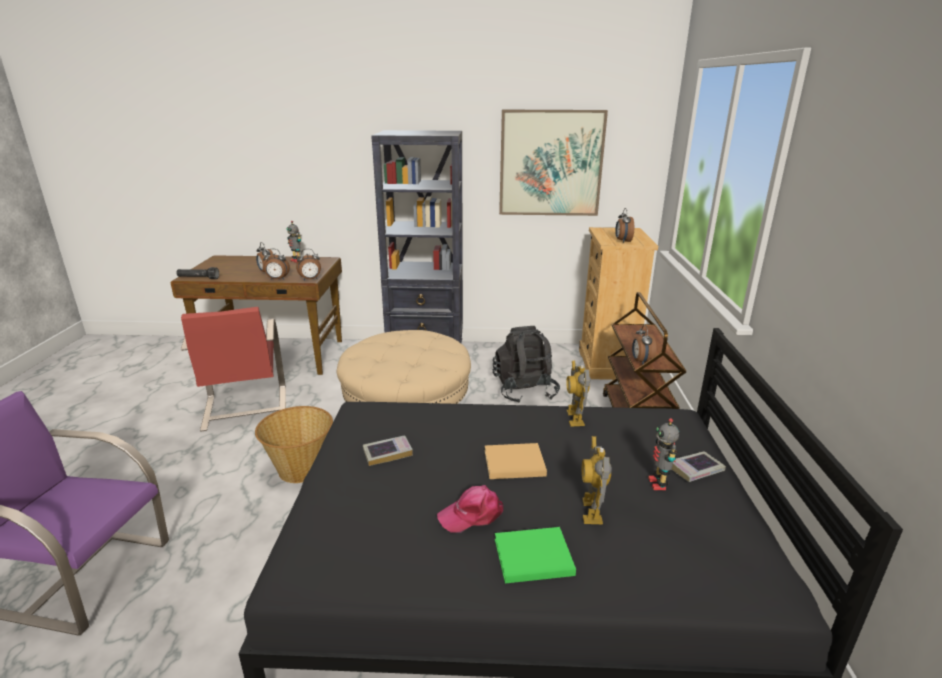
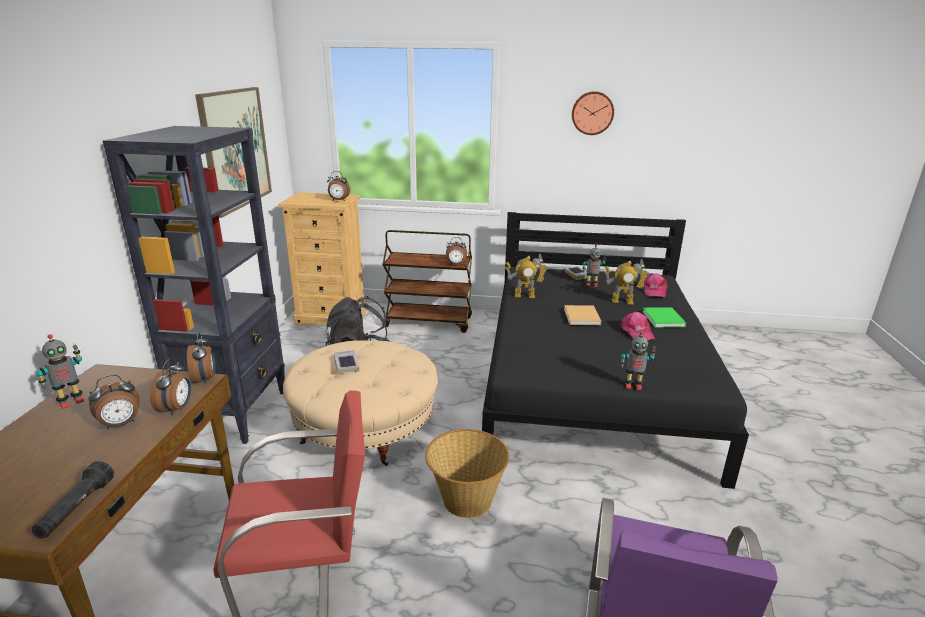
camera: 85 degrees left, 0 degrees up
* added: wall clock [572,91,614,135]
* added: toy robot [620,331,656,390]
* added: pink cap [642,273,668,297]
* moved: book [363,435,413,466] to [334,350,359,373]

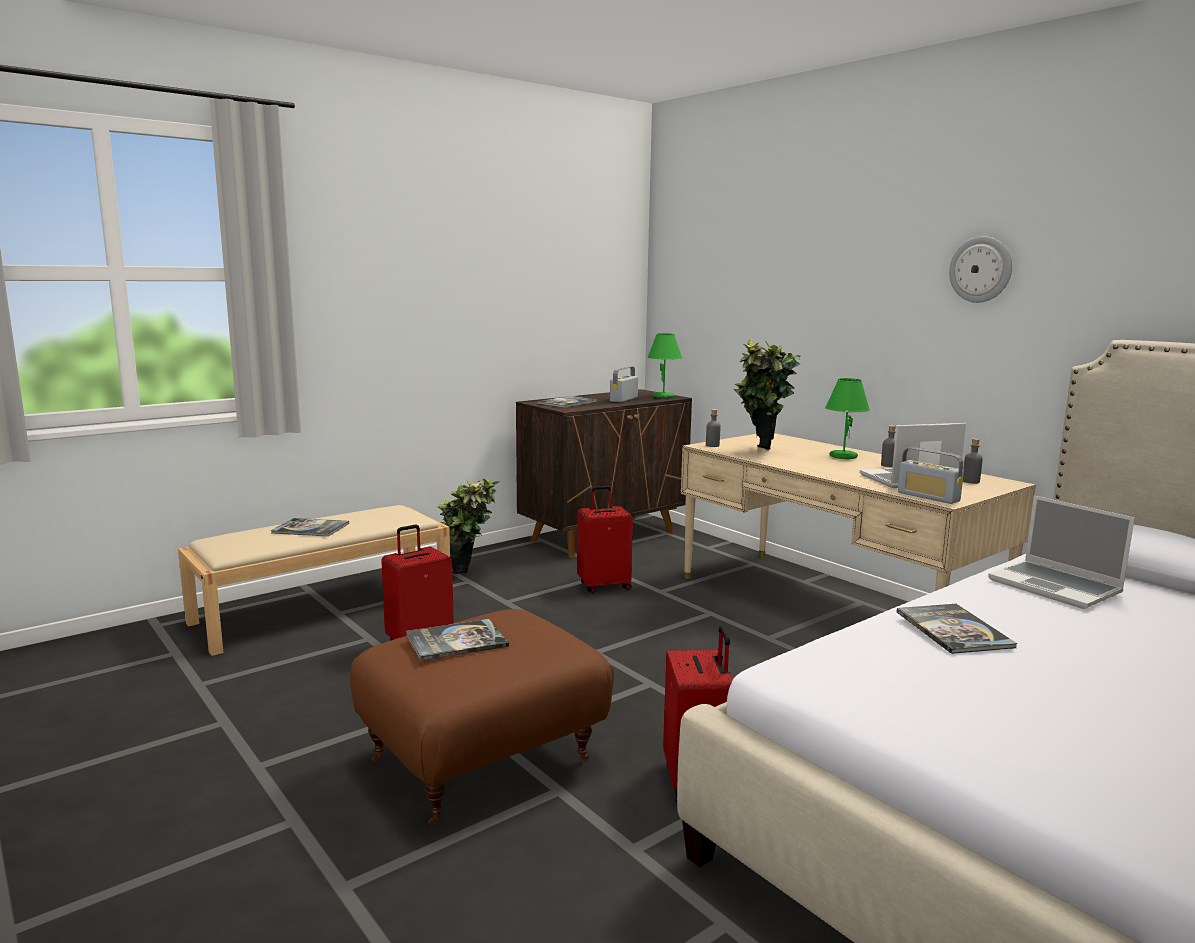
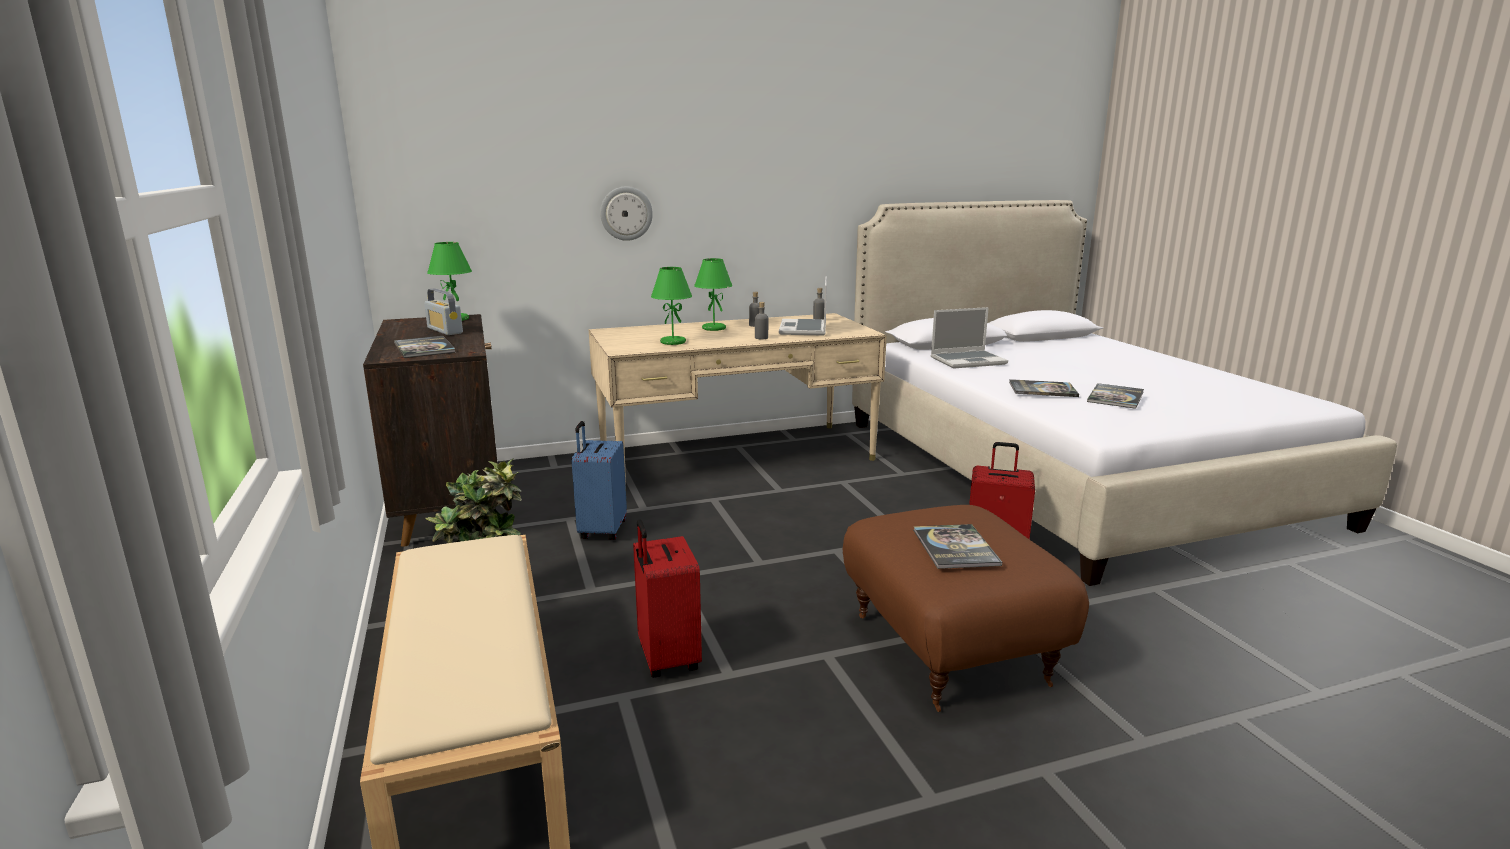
camera: 70 degrees left, 5 degrees up
* removed: radio [898,447,964,504]
* moved: book [271,518,349,537] to [1087,383,1144,409]
* moved: grey bottle [706,409,721,447] to [755,302,768,339]
* moved: wall clock [949,236,1012,303] to [600,186,653,241]
* replaced: potted plant [734,339,800,450] to green table lamp [651,267,692,345]
* recoloured: red suitcase [577,486,633,593] to blue suitcase [572,421,627,540]

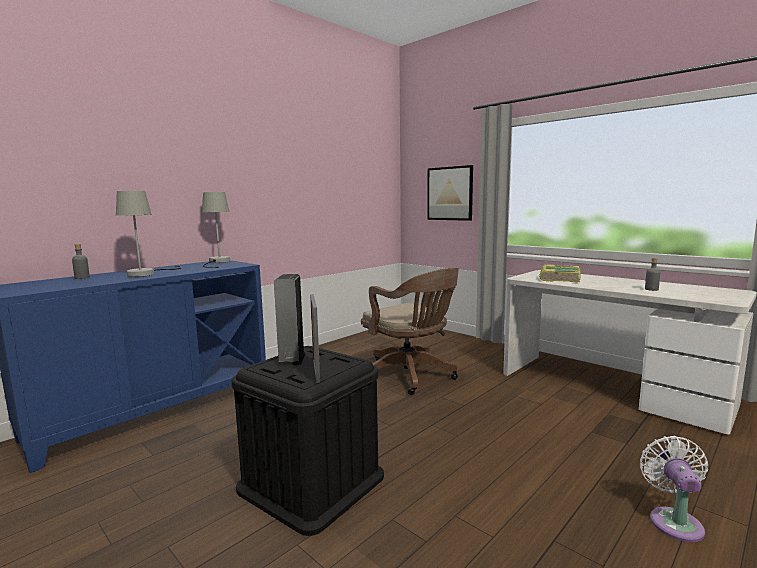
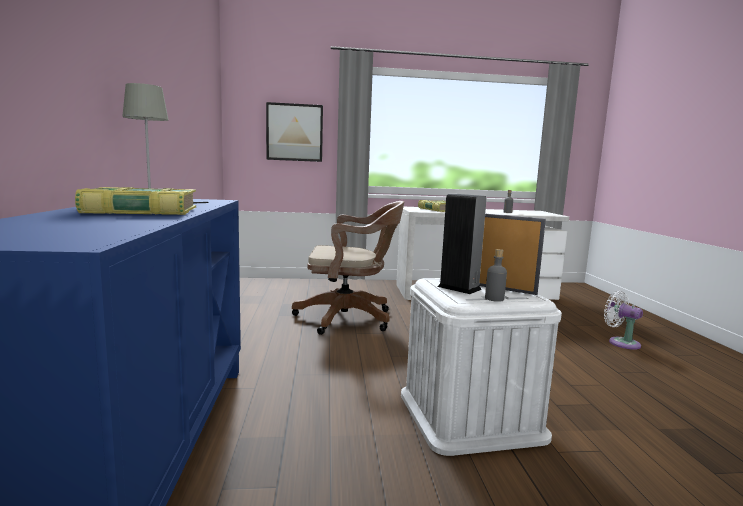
camera: 50 degrees left, 0 degrees up
* moved: grey bottle [72,244,90,279] to [485,249,507,302]
* replaced: grey table lamp [116,191,181,277] to book [75,187,196,215]
* recoloured: black storage box [231,346,384,536] to white storage box [401,278,562,456]

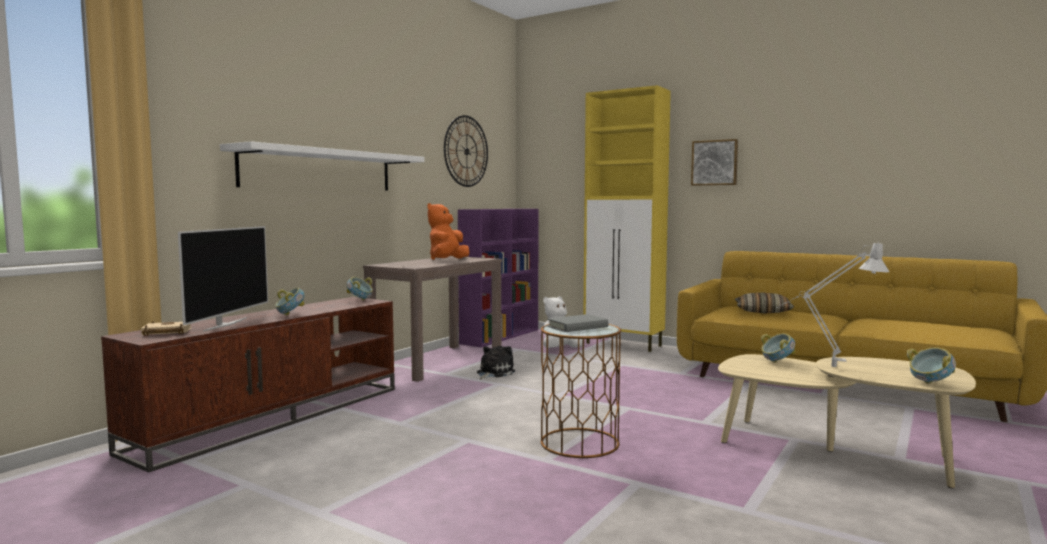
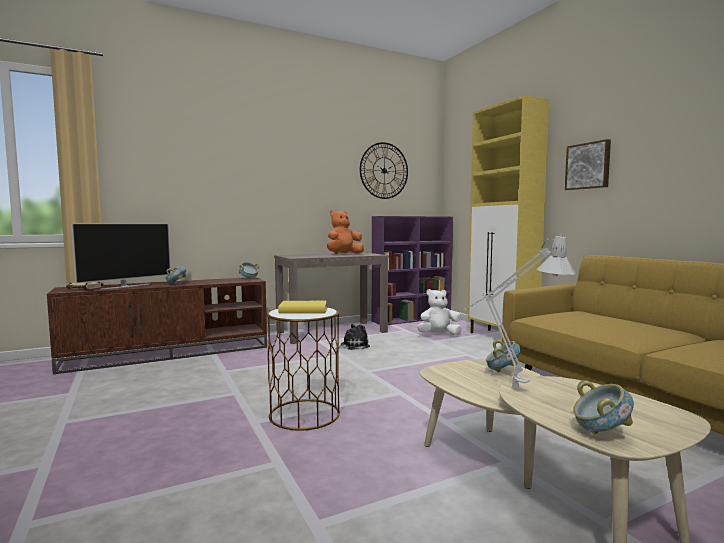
camera: 30 degrees right, 0 degrees up
* removed: white shelf [220,141,425,191]
* removed: pillow [735,293,794,314]
* recoloured: grey book [547,314,609,332] to yellow book [278,301,327,313]

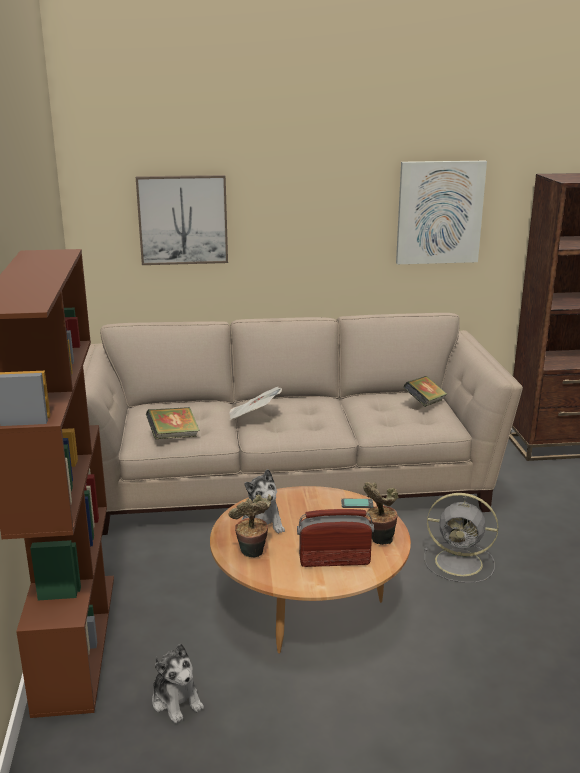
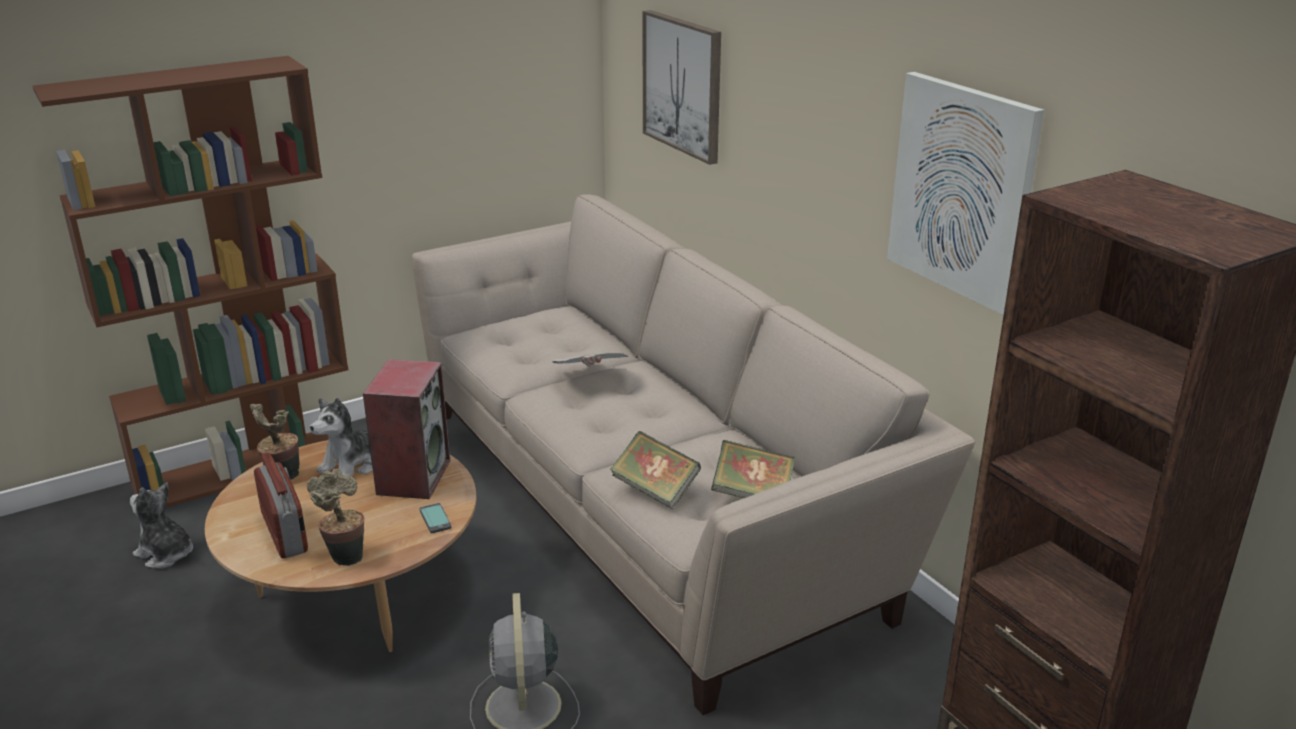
camera: 65 degrees right, 5 degrees up
* added: speaker [363,359,450,499]
* moved: book [146,407,200,439] to [610,431,701,510]
* turned: plush toy [152,644,204,723] = [130,482,193,569] 90 degrees clockwise

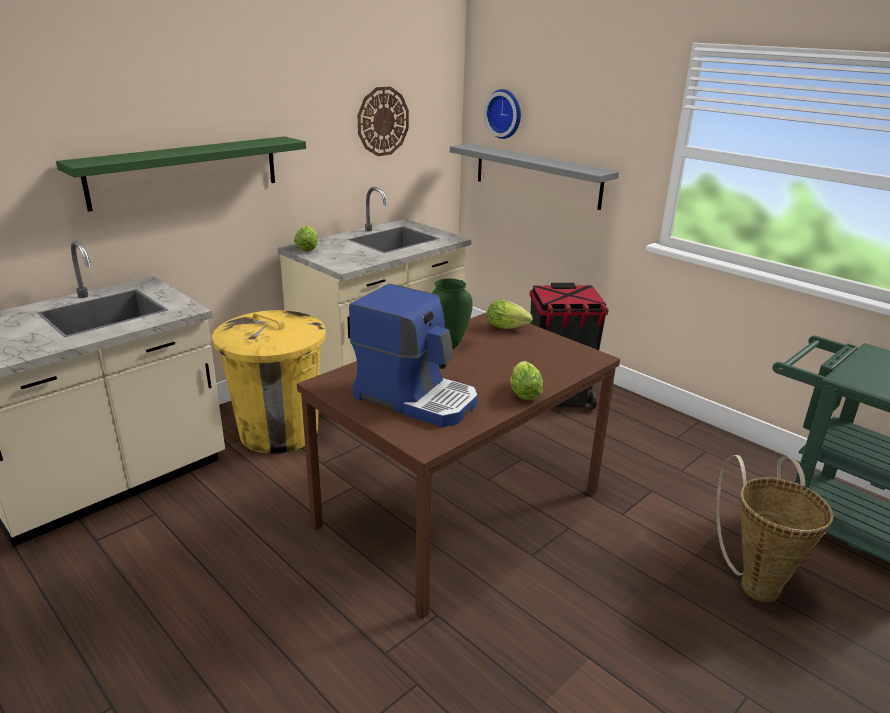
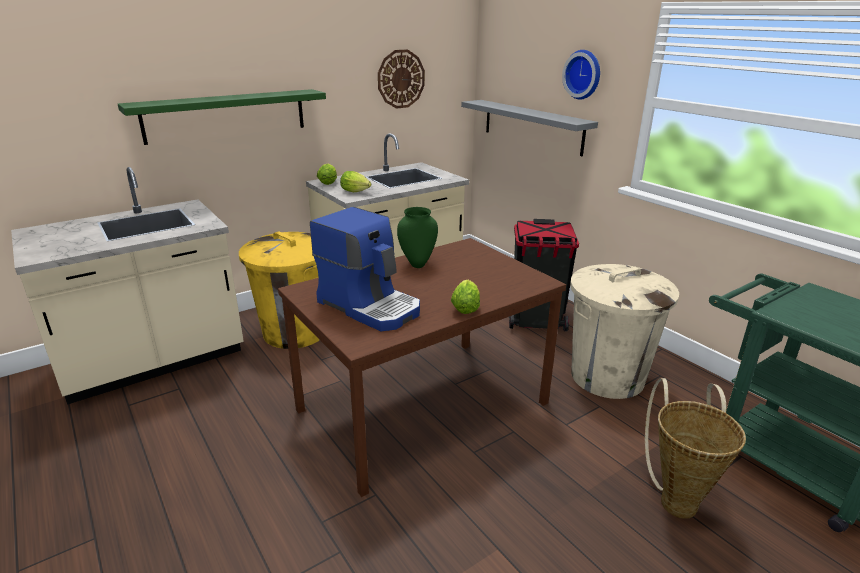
camera: 10 degrees right, 0 degrees up
* added: beige trash can [570,264,679,399]
* moved: wall clock [484,89,521,139] to [562,50,600,100]
* moved: lettuce [487,300,532,329] to [340,171,371,192]

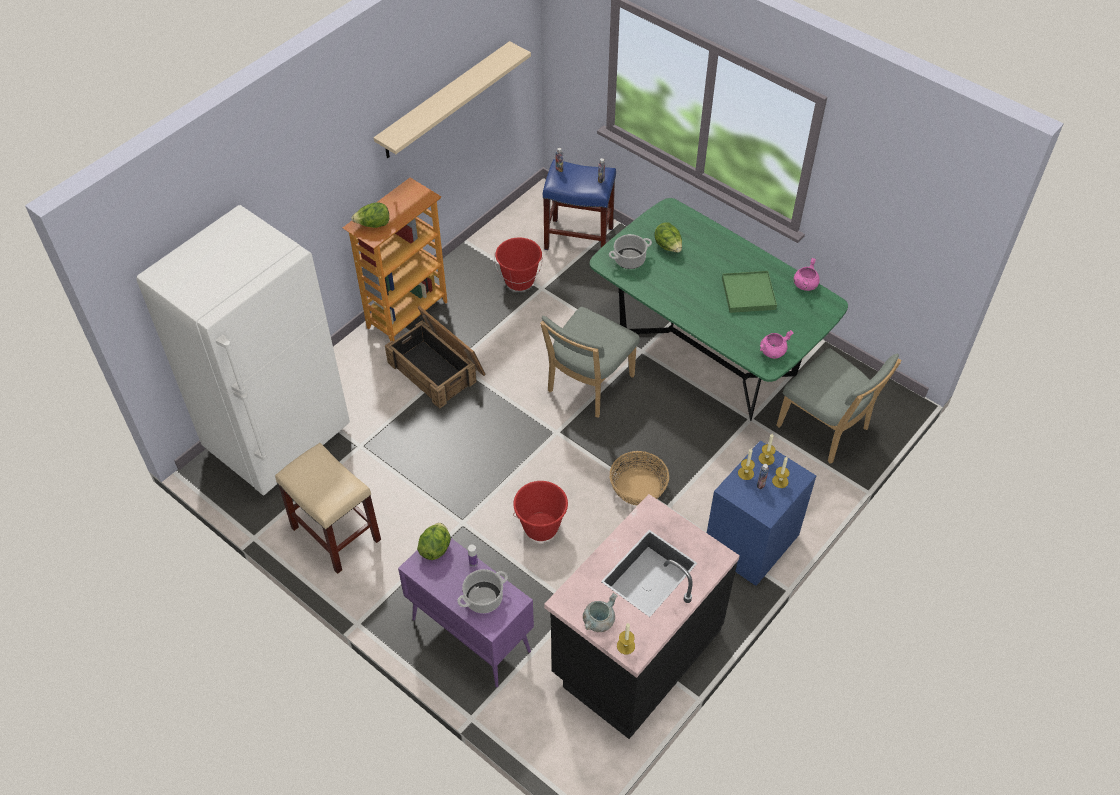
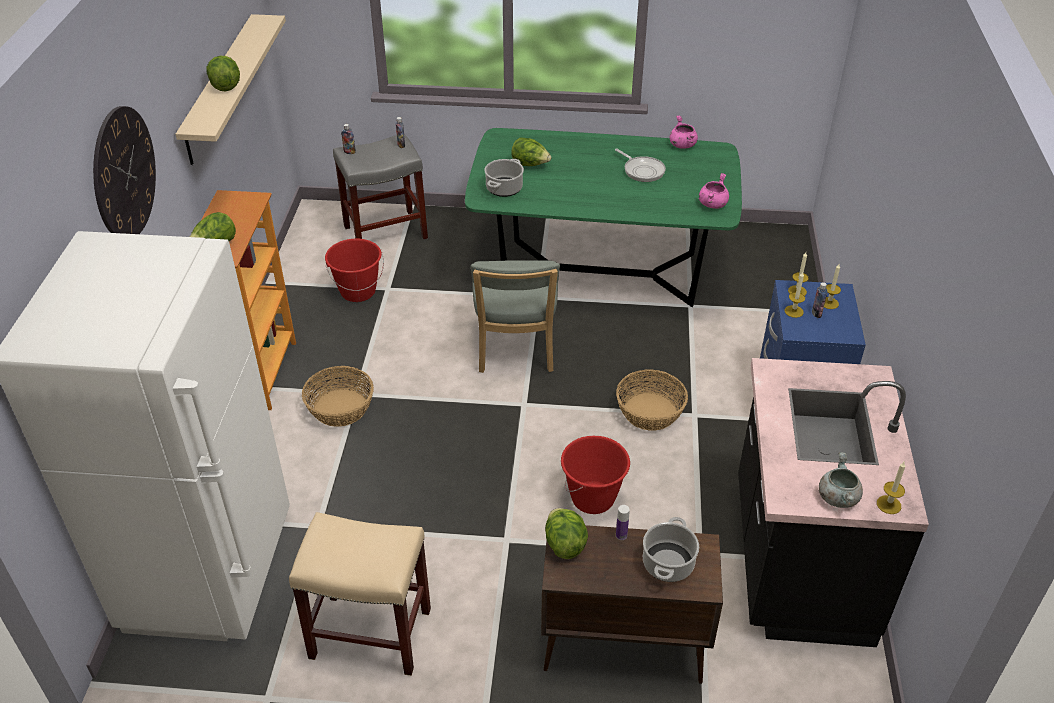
camera: 35 degrees left, 10 degrees down
* removed: grey chair [776,348,901,463]
* added: wall clock [93,106,156,234]
* added: lettuce [206,56,240,91]
* replaced: crate [385,306,486,409] to basket [302,366,374,427]
* replaced: green tray [722,271,777,313] to frying pan [615,149,666,182]
* recoloured: purple cabinet [398,538,534,688] to brown cabinet [541,525,723,684]
* recoloured: blue stool [543,159,616,250] to grey stool [333,134,428,240]

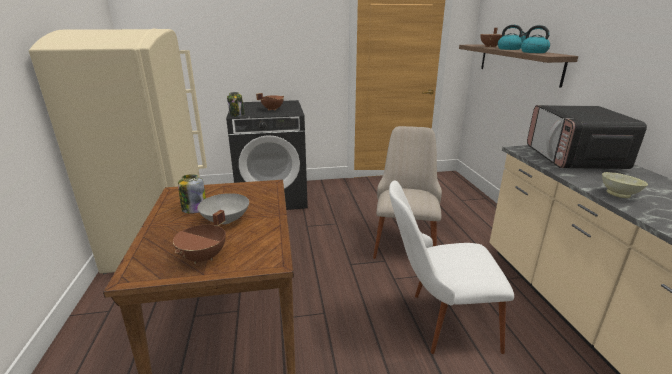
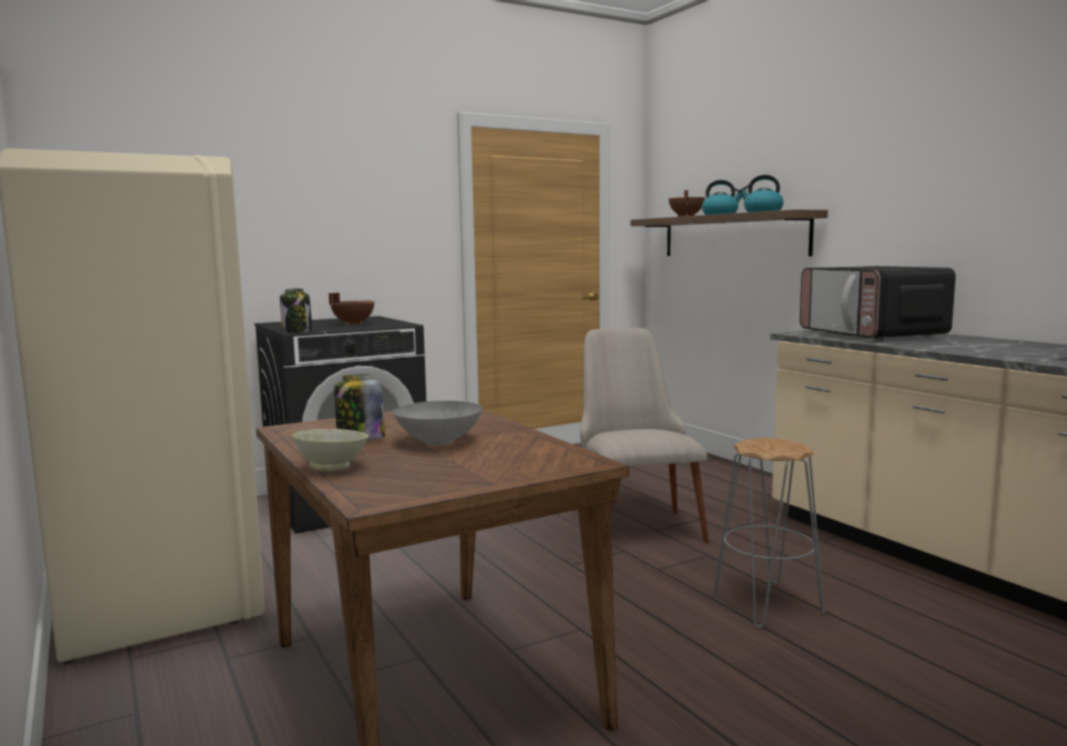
camera: 20 degrees left, 15 degrees down
* removed: brown cooking pot [173,210,226,264]
* moved: beige bowl [602,172,648,198] to [292,429,369,472]
* replaced: white chair [389,180,514,354] to grey stool [713,438,824,628]

